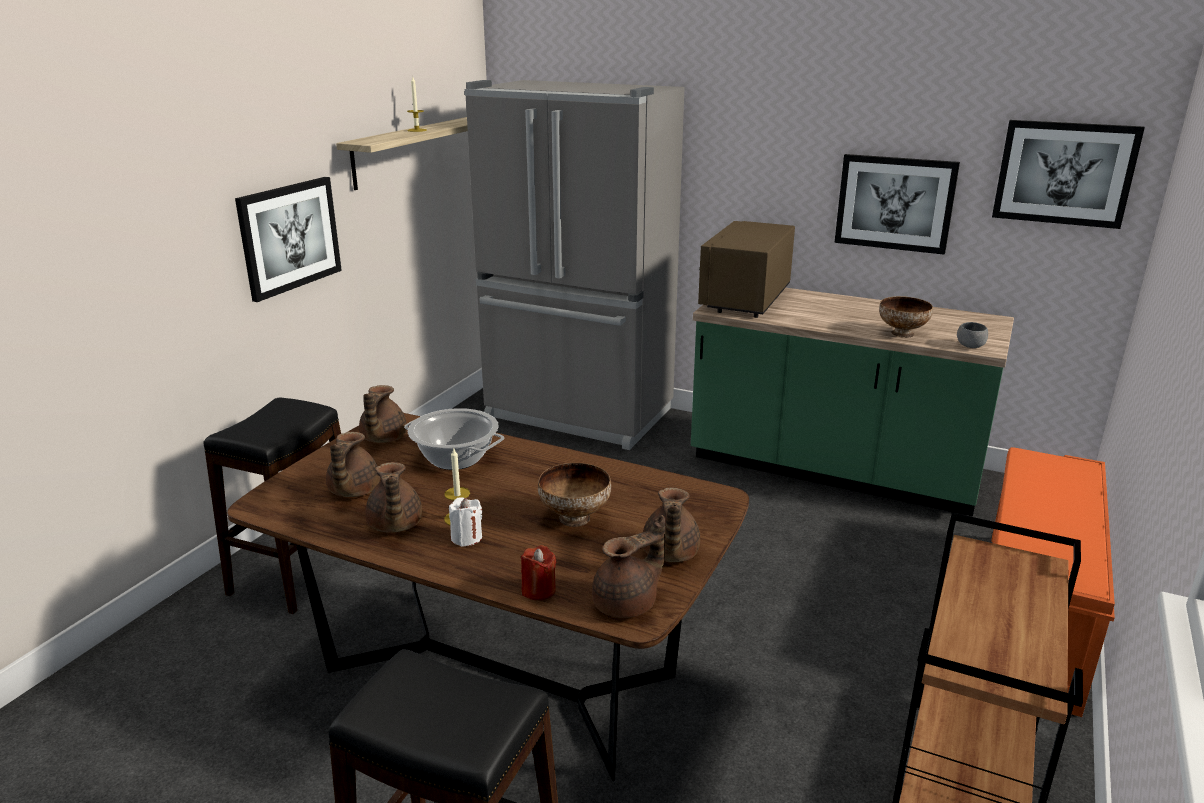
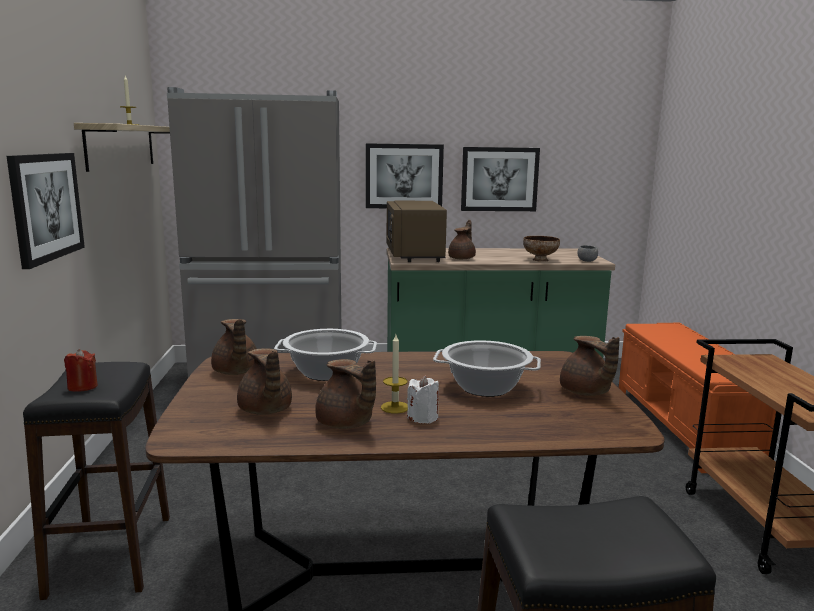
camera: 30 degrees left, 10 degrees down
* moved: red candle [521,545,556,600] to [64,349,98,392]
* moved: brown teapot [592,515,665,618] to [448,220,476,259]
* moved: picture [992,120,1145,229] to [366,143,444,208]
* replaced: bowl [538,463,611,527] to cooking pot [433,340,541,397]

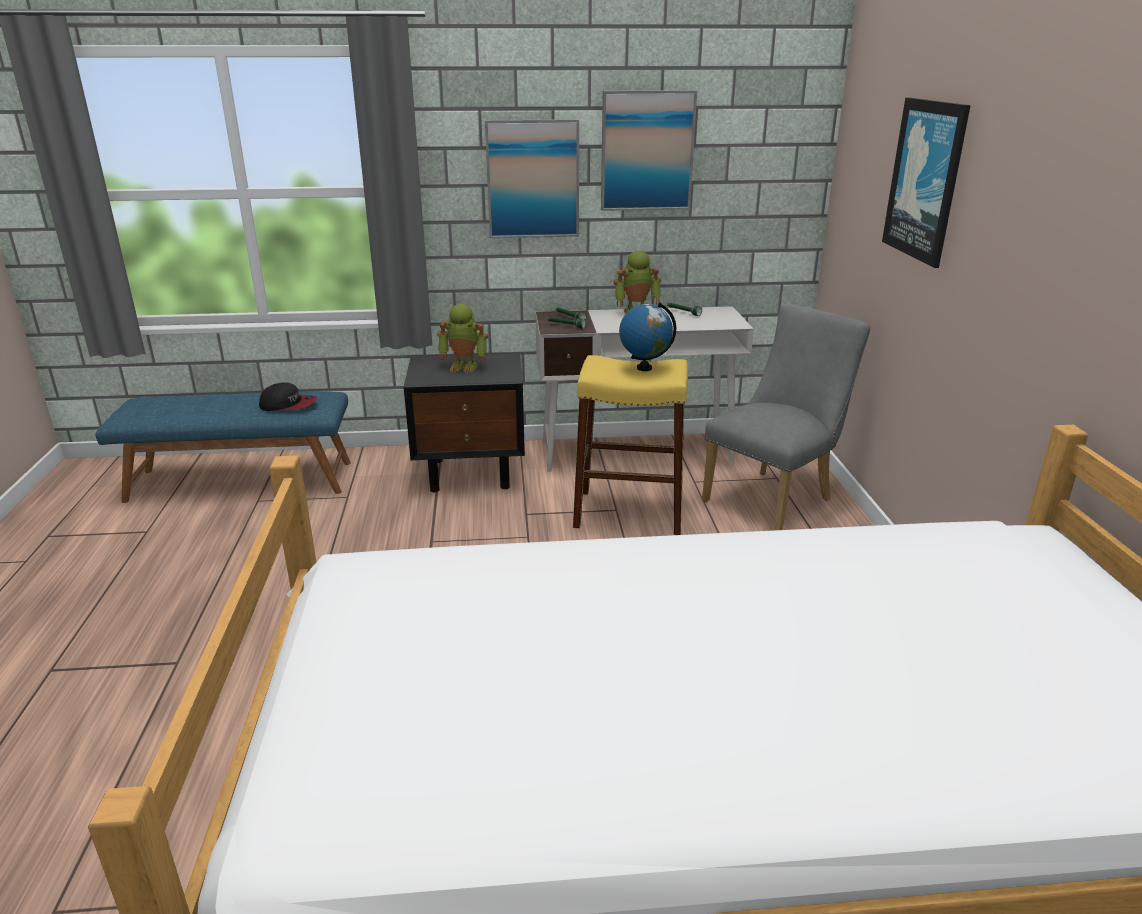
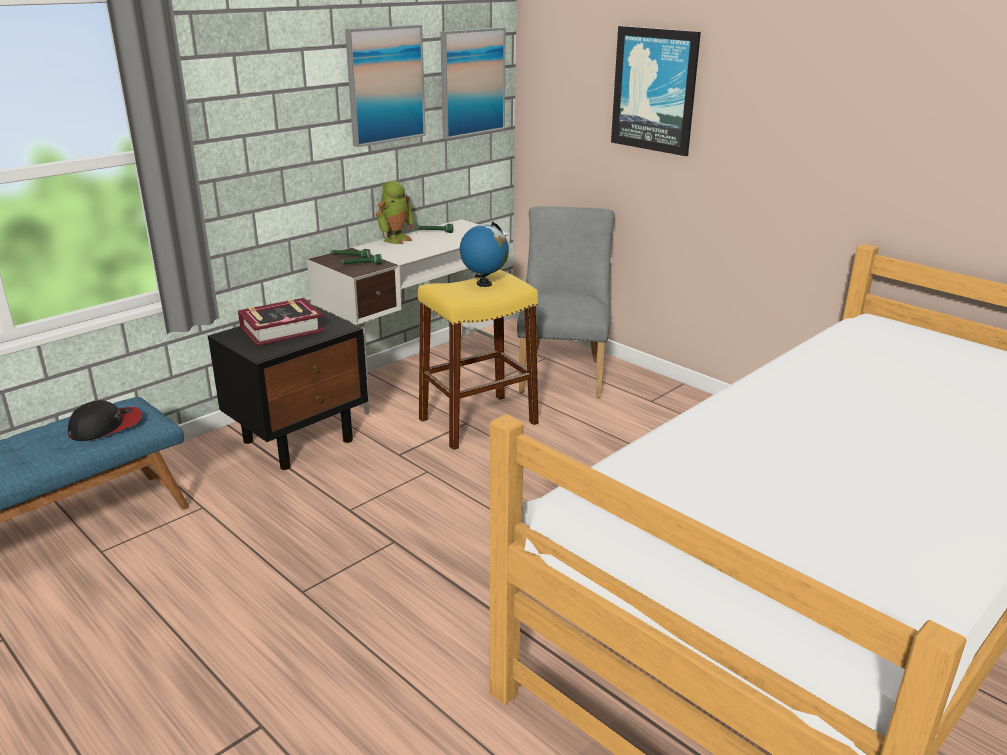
camera: 40 degrees left, 0 degrees up
* moved: picture [485,119,579,238] to [440,27,506,139]
* replaced: toy robot [437,304,488,373] to book [238,298,325,346]

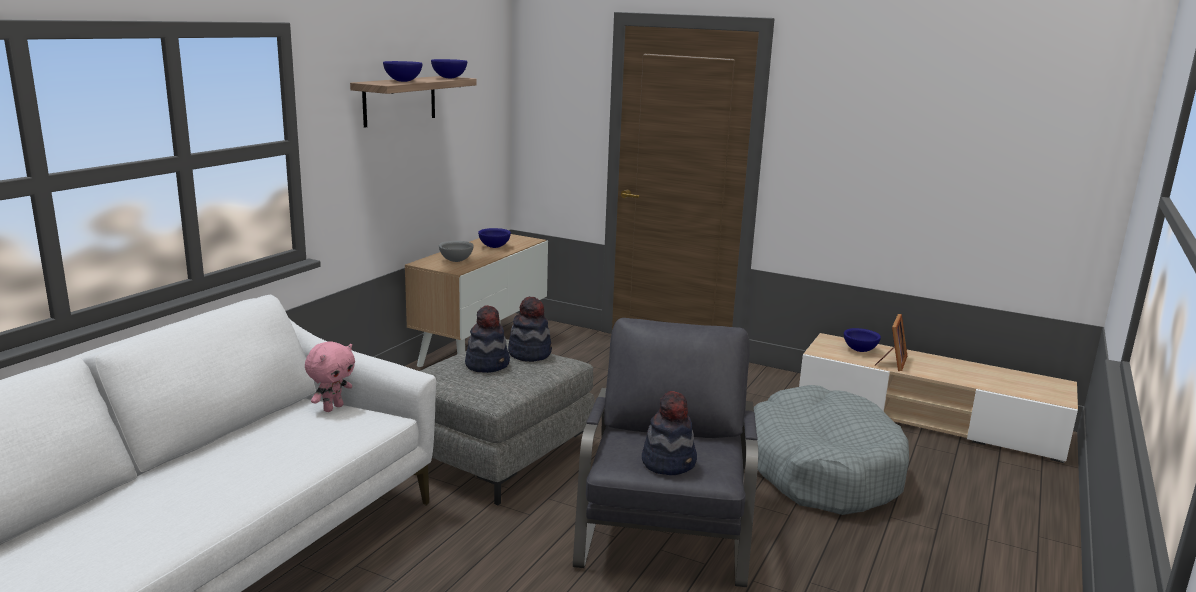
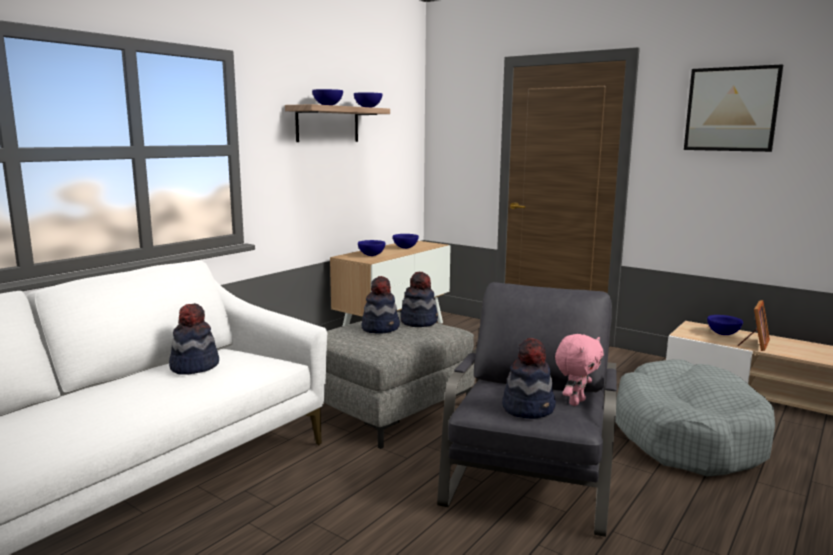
camera: 10 degrees right, 5 degrees down
* added: hat [169,303,219,375]
* added: picture [684,64,783,152]
* moved: pink plush toy [305,341,355,412] to [555,334,604,406]
* recoloured: grey bowl [439,241,474,262] to blue bowl [358,240,386,256]

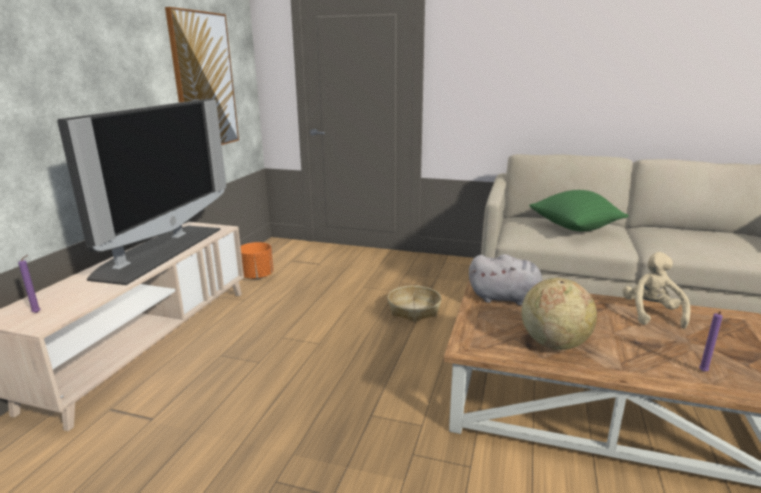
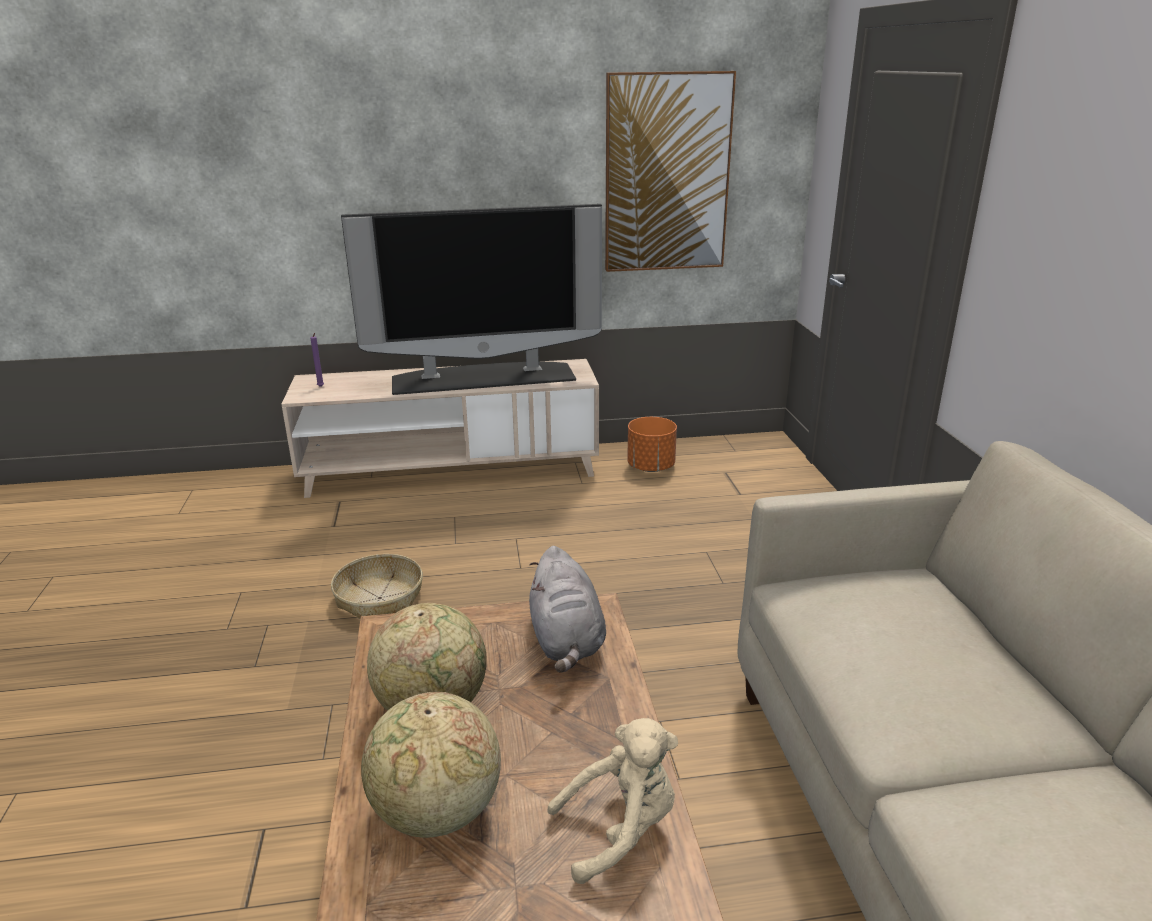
camera: 65 degrees right, 5 degrees up
* removed: green pillow [529,190,629,231]
* removed: purple candle [699,311,723,372]
* added: globe [361,692,501,838]
* moved: basket [387,285,442,322] to [331,554,423,619]

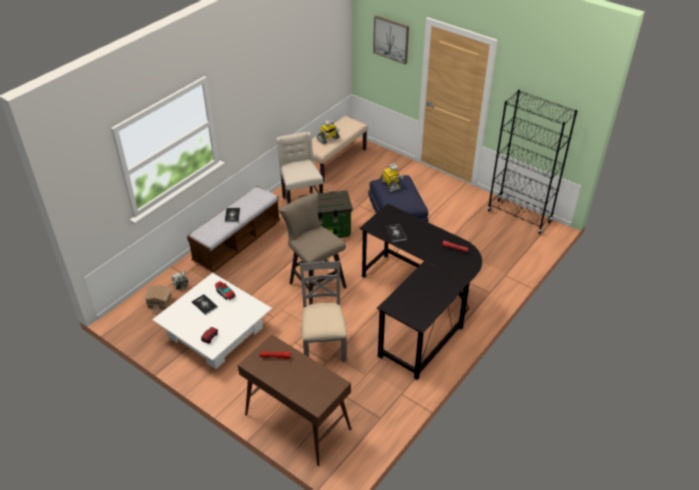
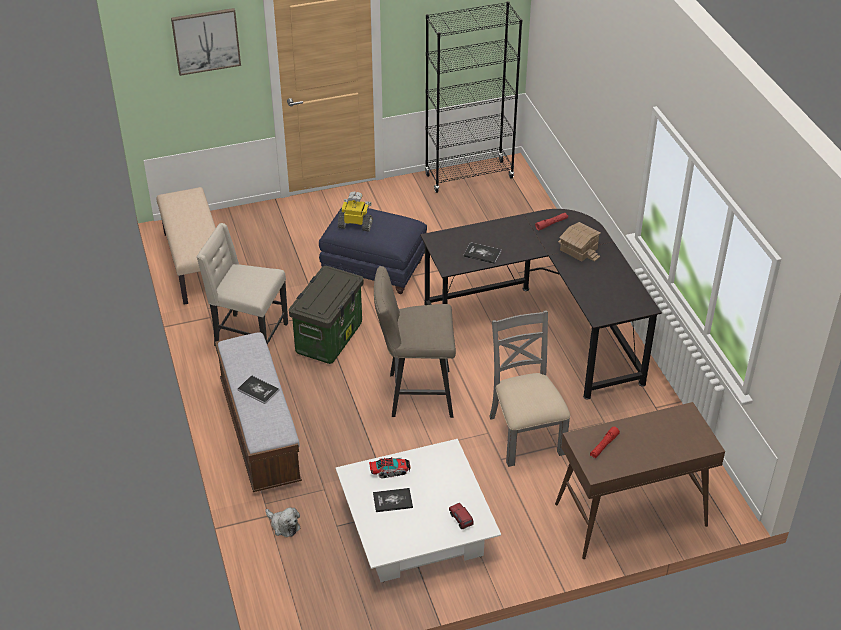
camera: 55 degrees left, 0 degrees up
* removed: toy robot [317,119,340,145]
* moved: toy house [144,285,172,314] to [558,222,601,262]
* turned: grey chair [300,261,347,362] = [489,310,570,467] 45 degrees clockwise

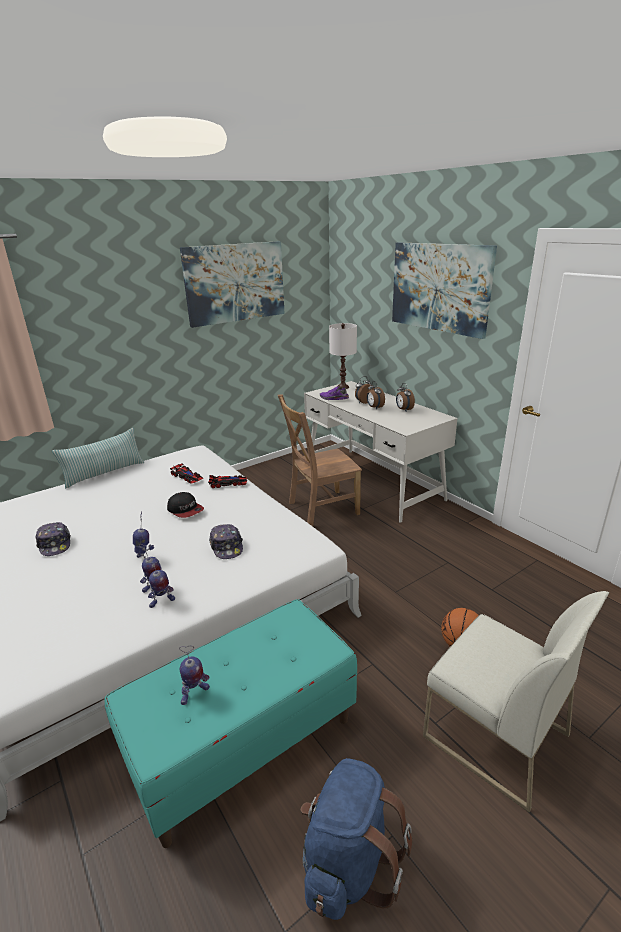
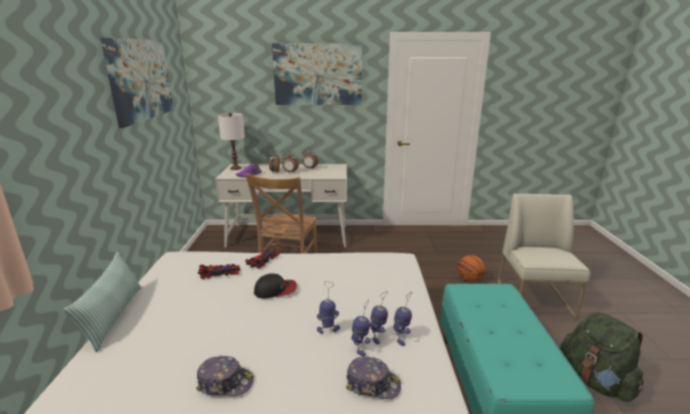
camera: 55 degrees left, 5 degrees down
* moved: toy robot [179,645,210,705] to [351,301,371,357]
* moved: cap [209,524,243,559] to [346,357,401,399]
* recoloured: blue backpack [301,758,412,920] to green backpack [560,313,644,402]
* turned: white chair [423,591,609,813] = [497,194,590,320] 75 degrees counterclockwise

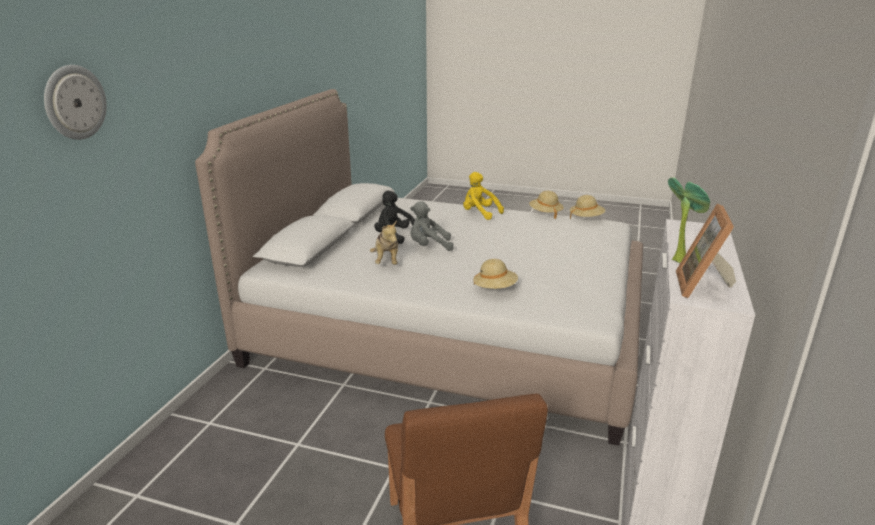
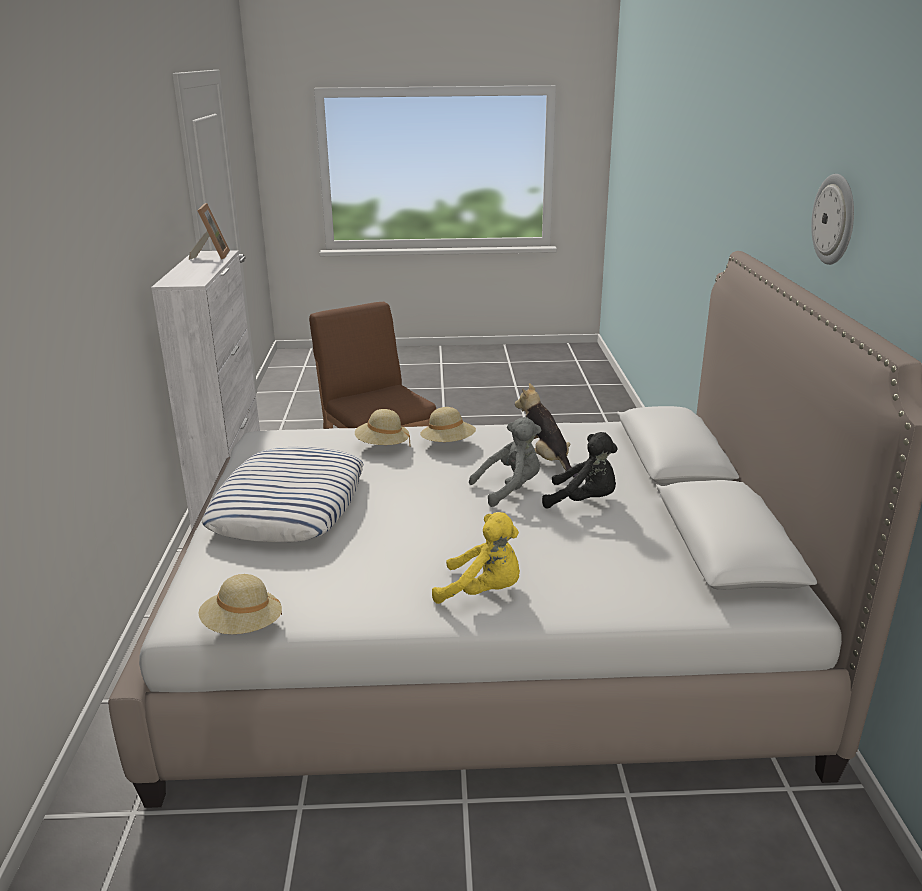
camera: 160 degrees right, 0 degrees up
* removed: potted plant [668,177,710,263]
* added: pillow [201,447,364,542]
* moved: wall clock [44,65,107,140] to [811,174,854,265]
* moved: beige hat [529,191,564,219] to [420,407,476,442]

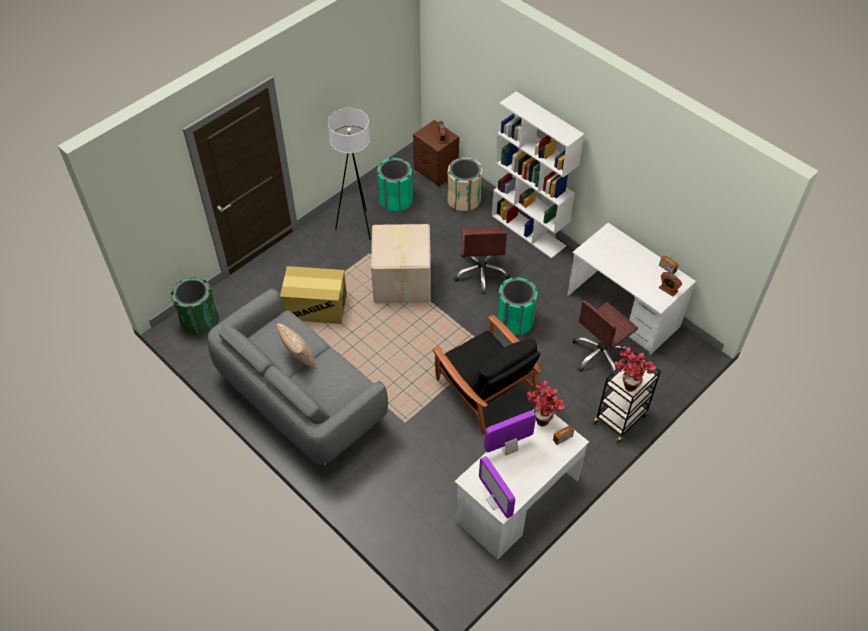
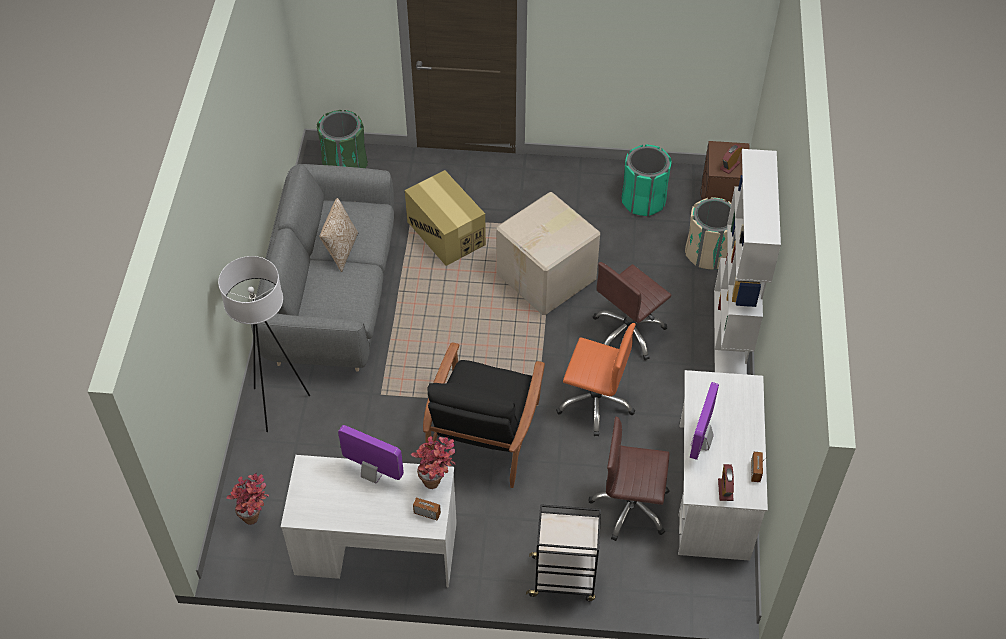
camera: 50 degrees right, 0 degrees up
* moved: white floor lamp [328,108,371,240] to [218,256,310,432]
* moved: monitor [479,456,515,518] to [690,382,719,460]
* moved: potted plant [615,347,656,392] to [226,473,269,525]
* replaced: green trash can [497,277,538,335] to orange office chair [556,323,636,436]

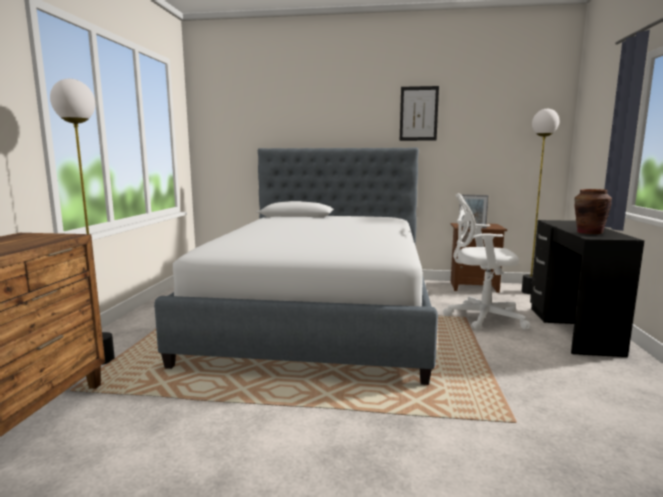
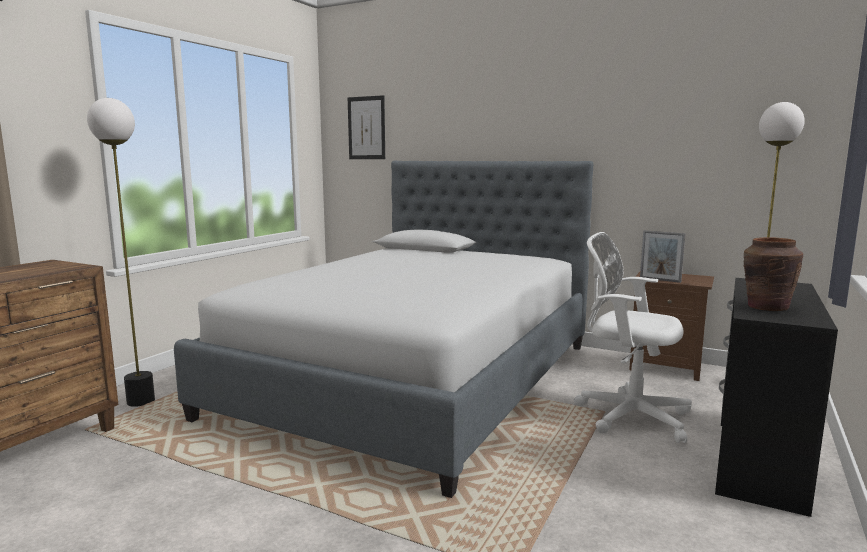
camera: 20 degrees right, 0 degrees up
* moved: picture [400,86,439,141] to [348,95,385,159]

